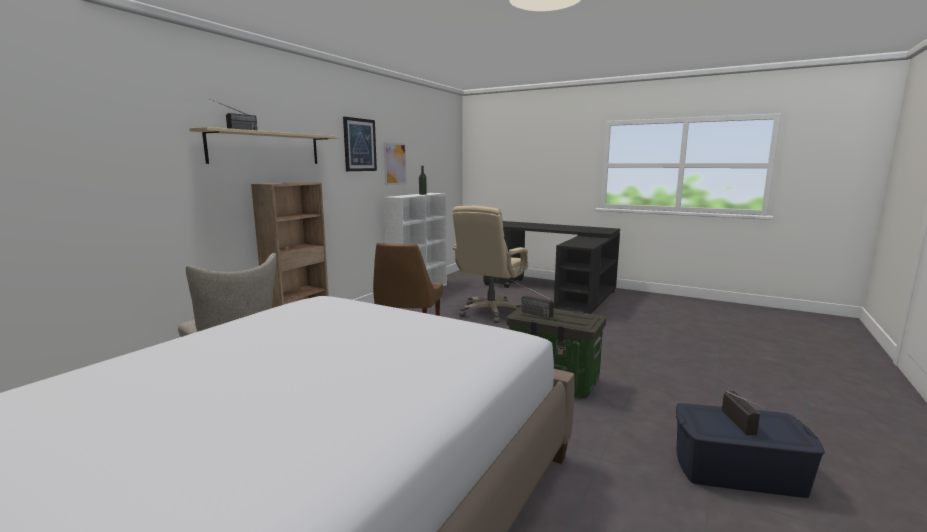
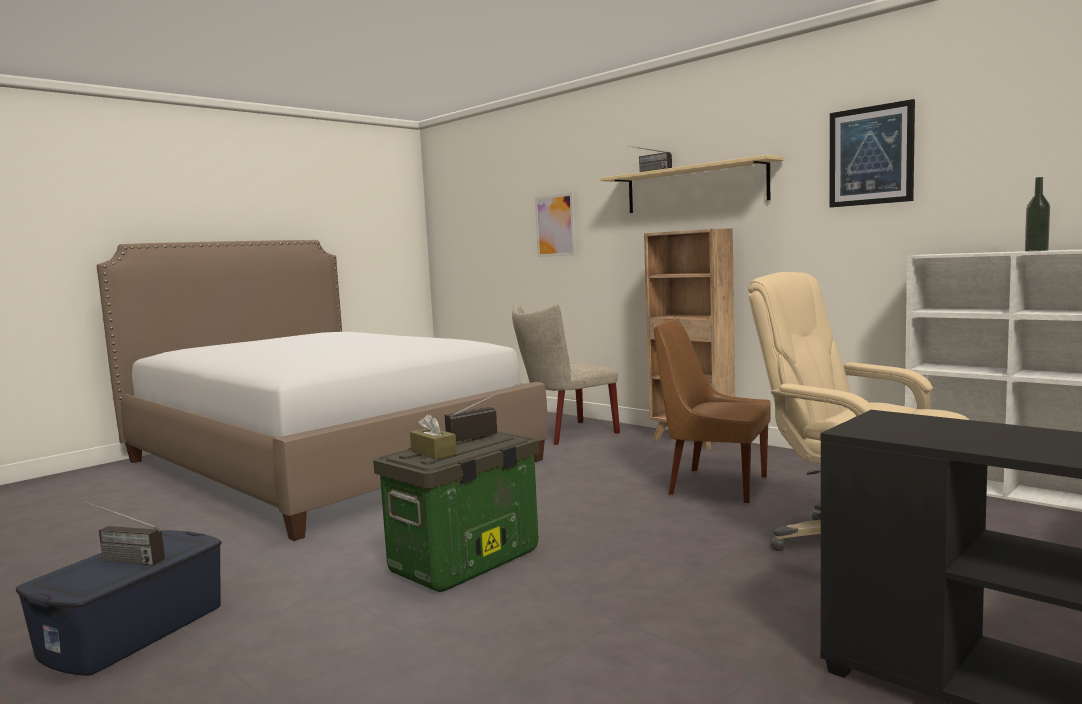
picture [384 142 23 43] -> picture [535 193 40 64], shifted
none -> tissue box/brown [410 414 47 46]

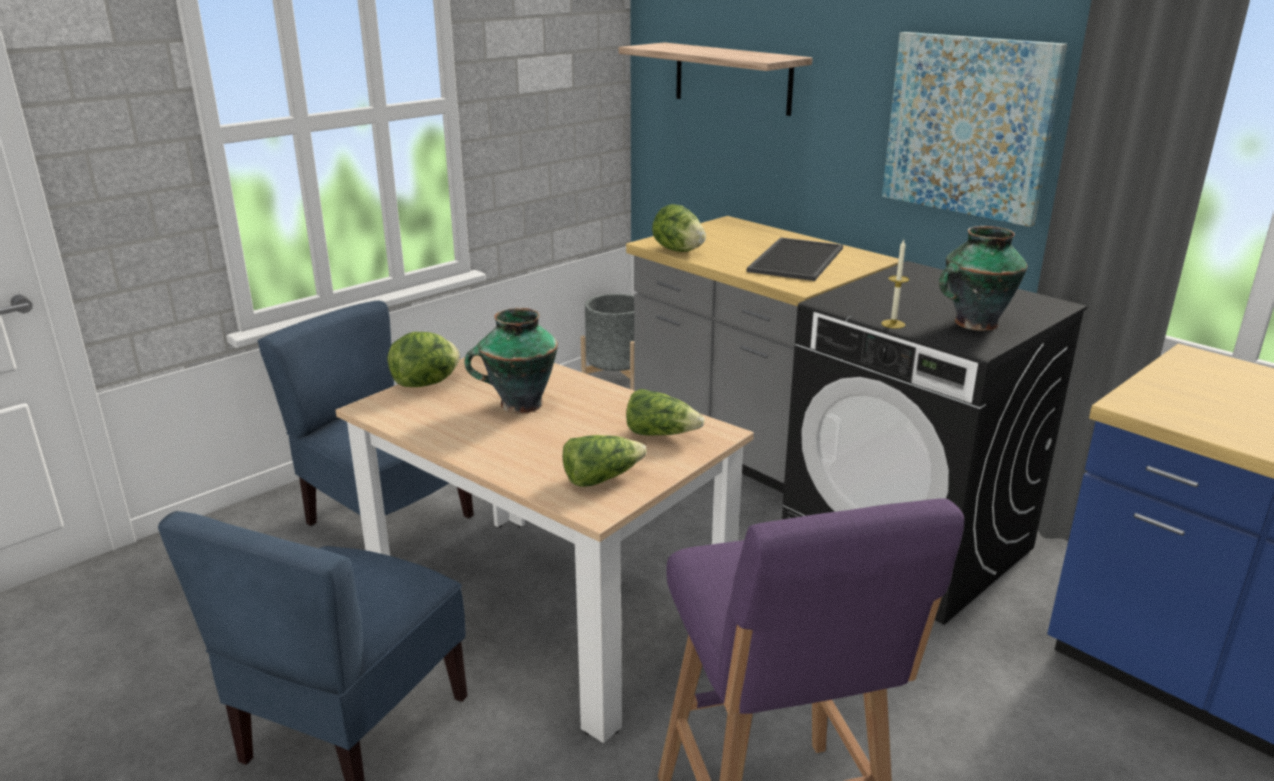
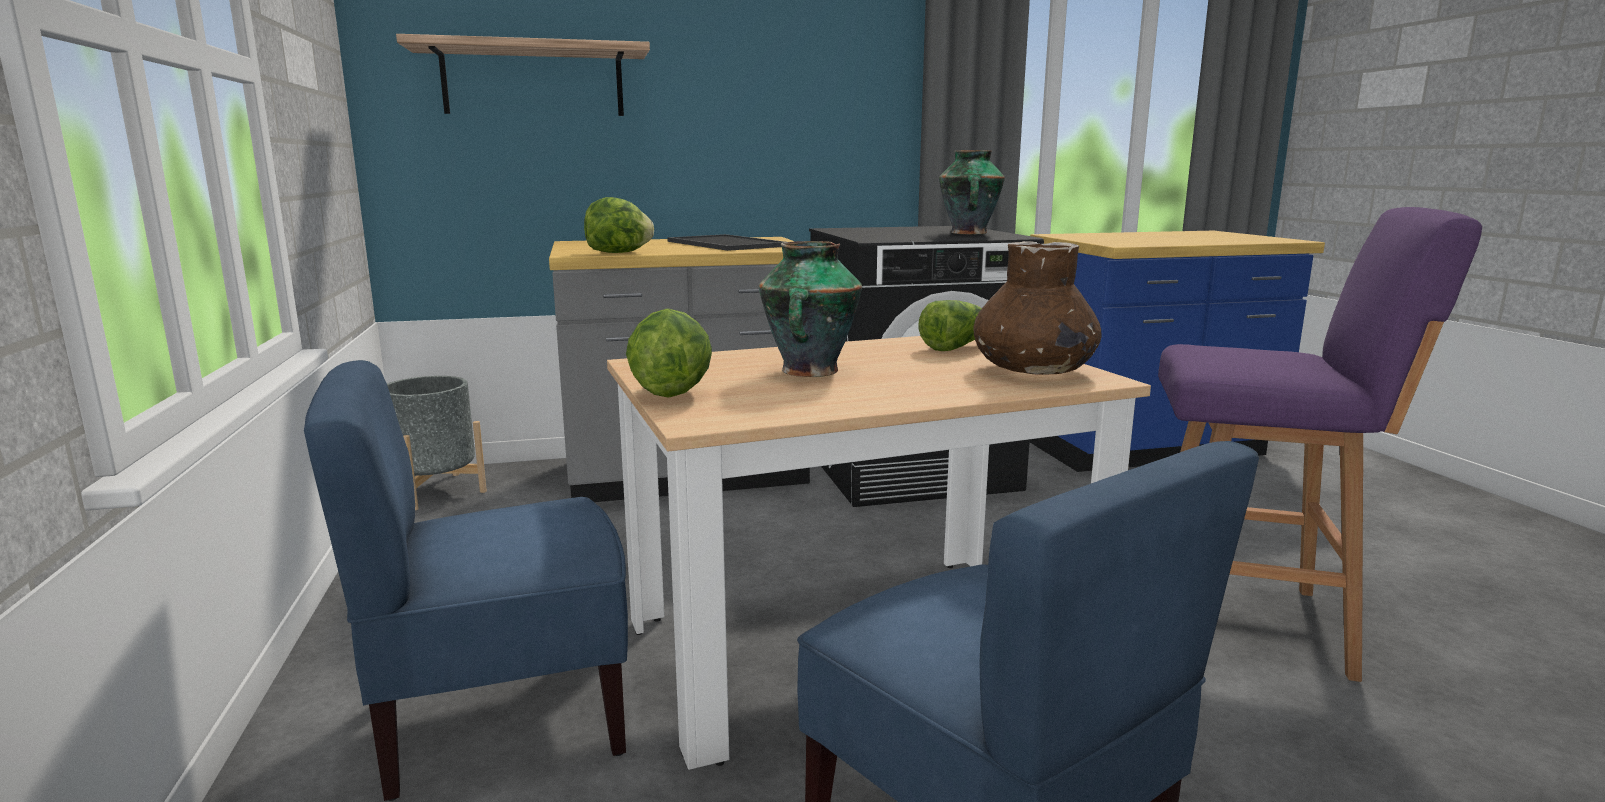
lettuce [563 435 84 52] -> vase/brown [973 241 129 134]
candle [881 239 28 90] -> none
picture [882 32 185 195] -> none

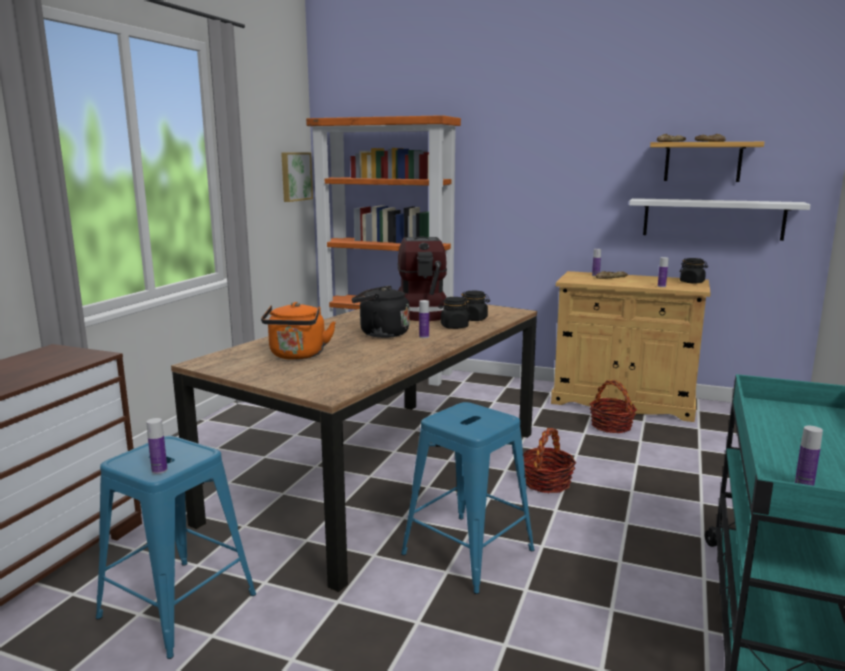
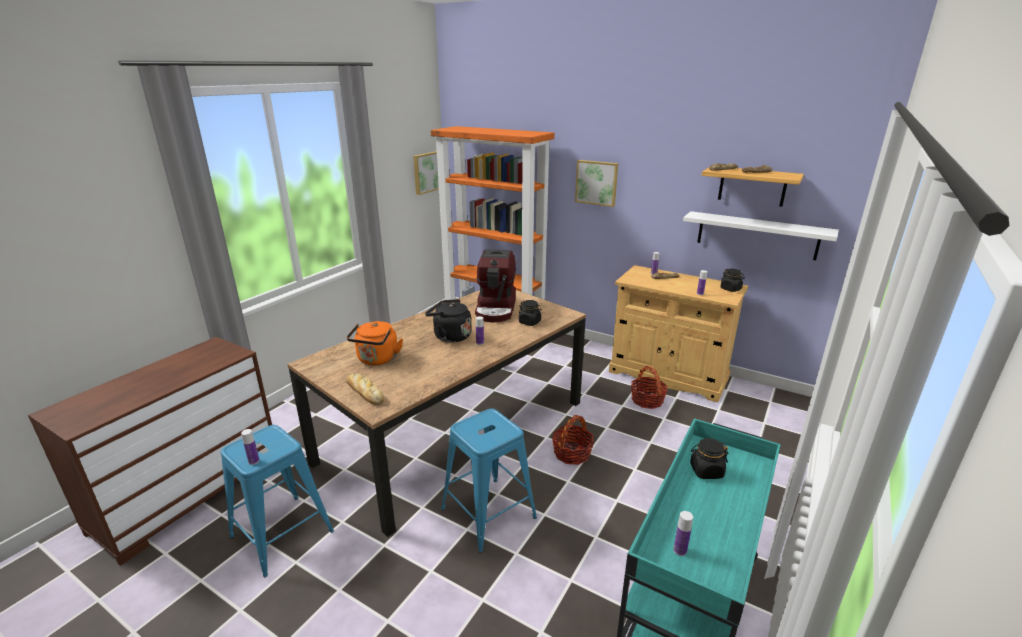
jar/black [438 297 33 32] -> jar/black [690 438 38 41], shifted
none -> bread [346 373 38 32]
none -> picture [575 160 43 47]

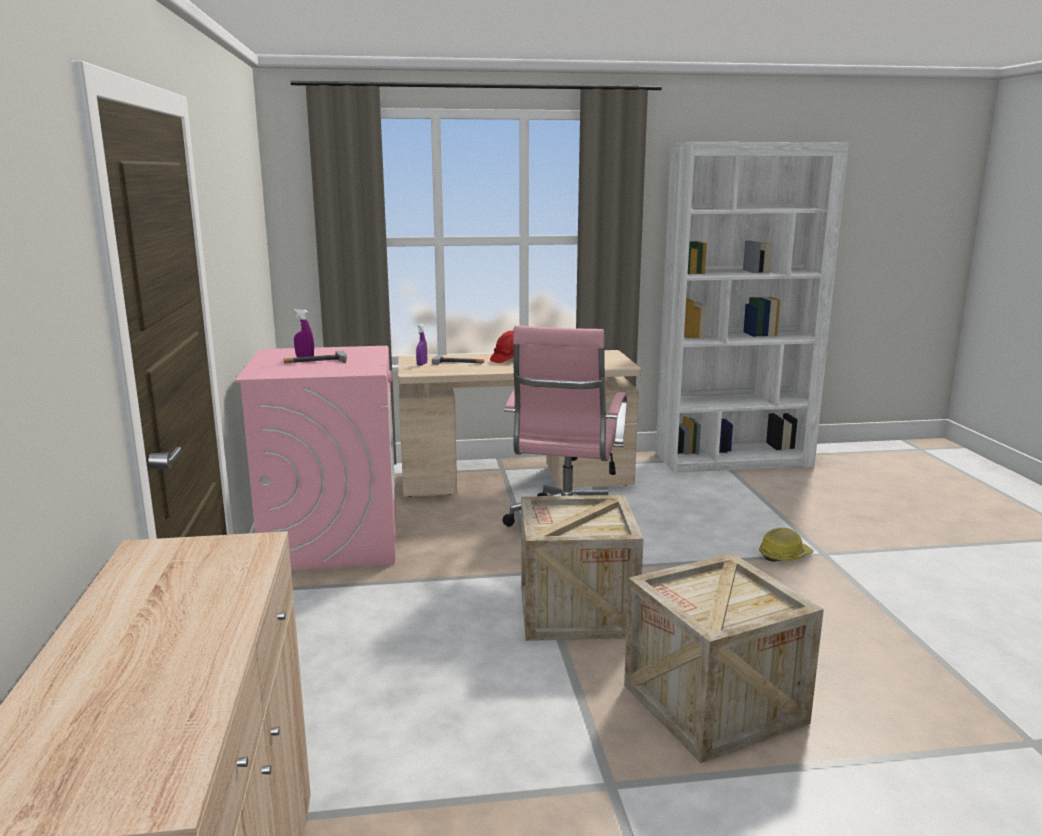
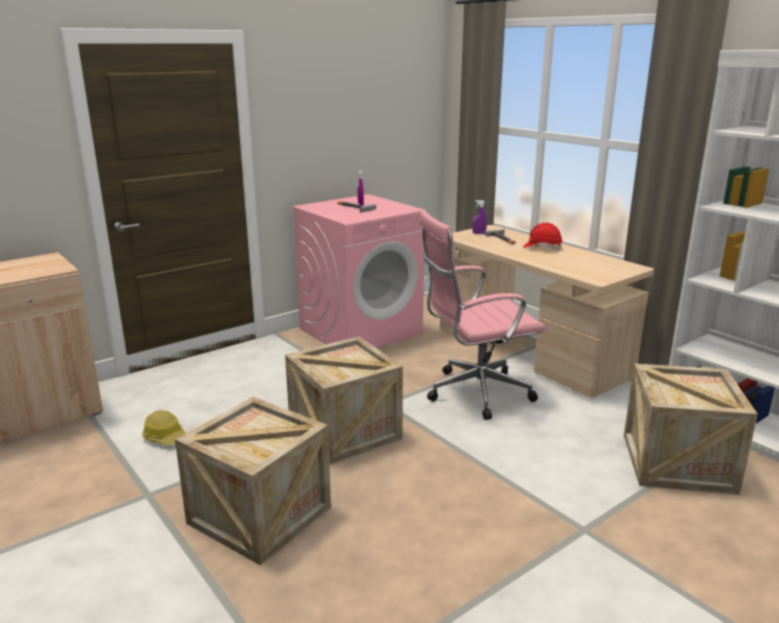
hard hat [759 528 55 34] -> hard hat [142 410 44 35], shifted
none -> crate [624 363 134 132]

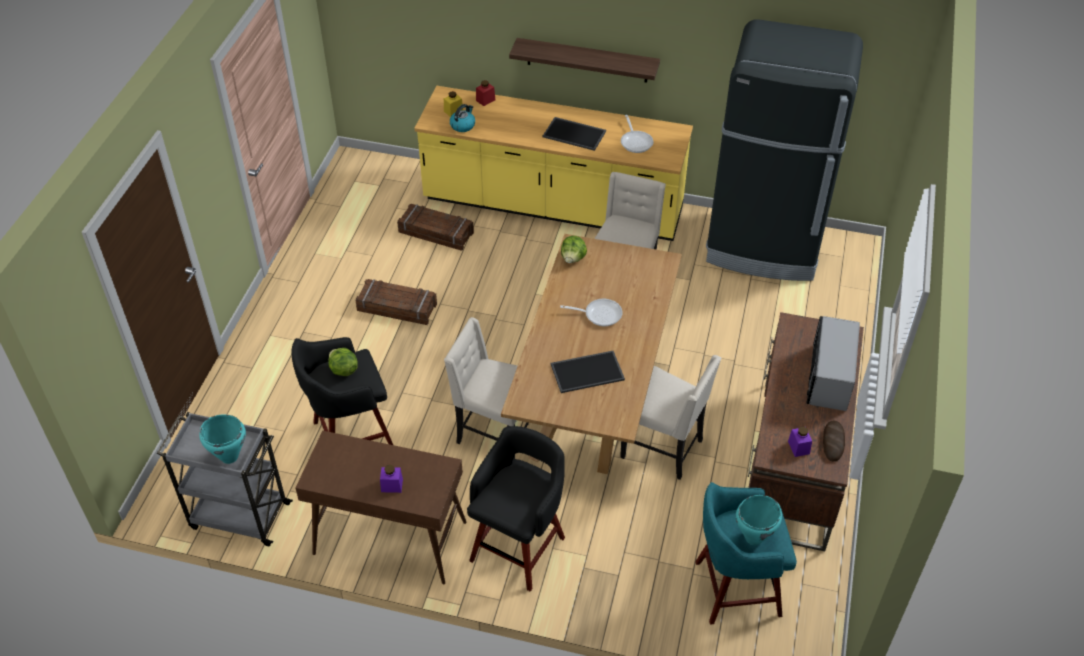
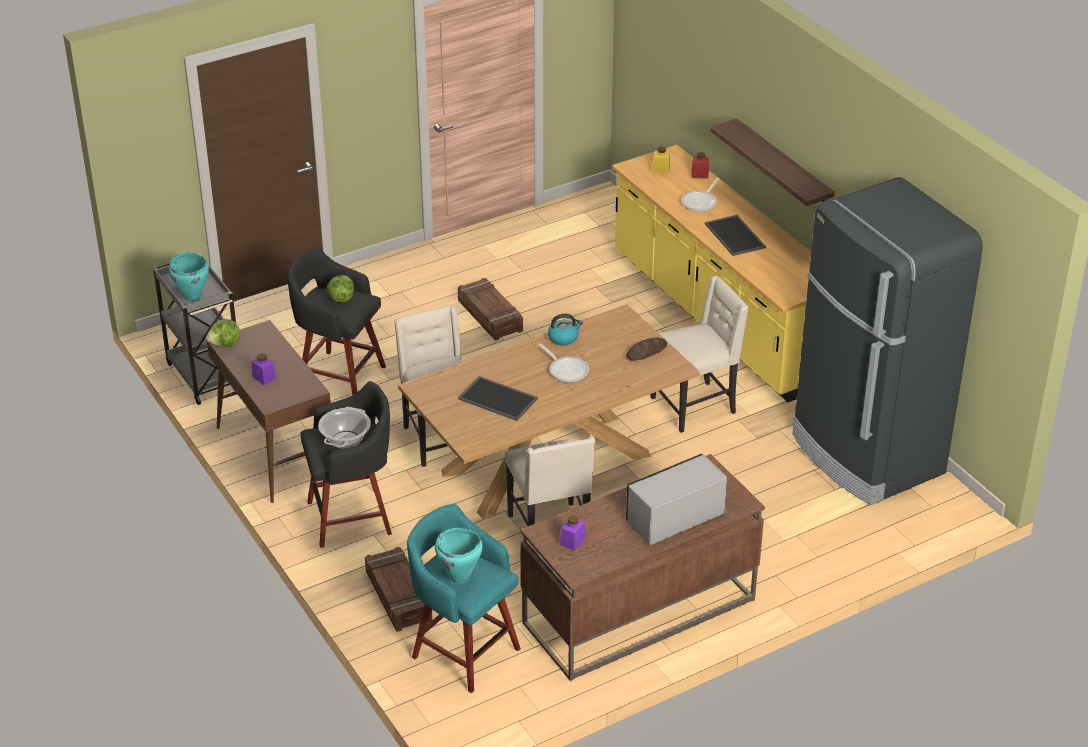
crate [397 204 77 47] -> crate [365 547 67 85], shifted
kettle [450 104 25 28] -> kettle [548 314 35 31], shifted
lettuce [561 236 26 27] -> lettuce [206 319 34 28], shifted
frying pan [621 115 32 38] -> frying pan [681 178 39 34], shifted
bread [823 420 22 41] -> bread [626 338 41 22], shifted
none -> cooking pot [318 407 53 42]

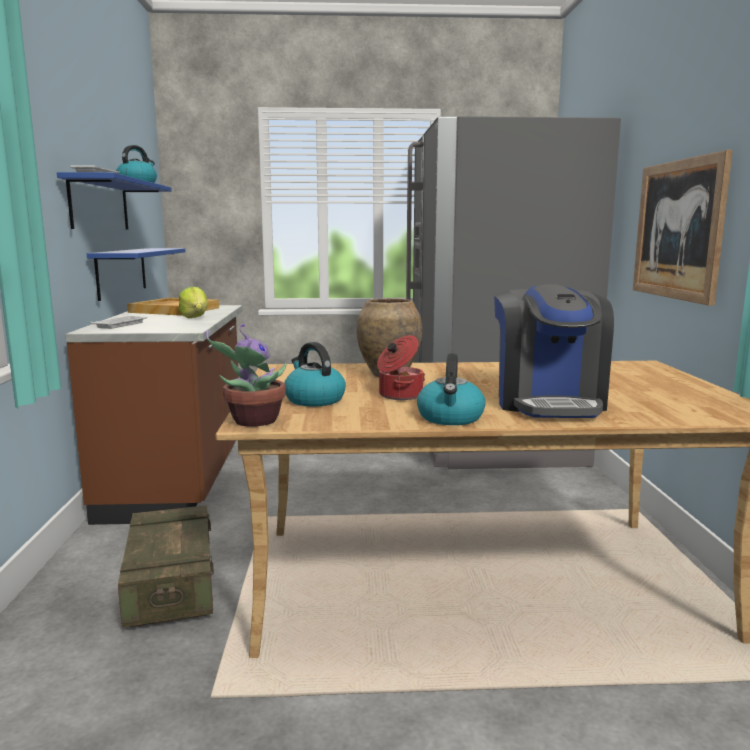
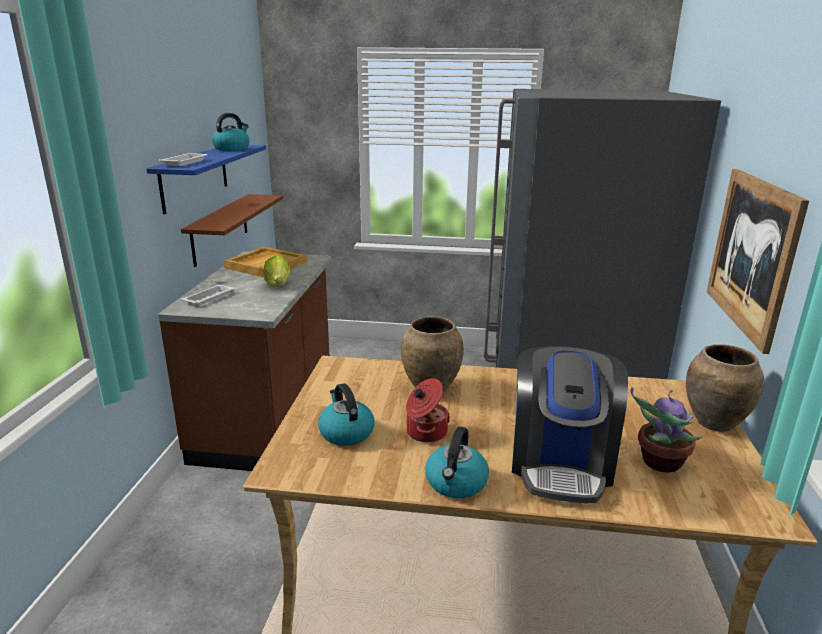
shelf/blue [87 248 99 53] -> shelf/brown [181 194 102 73]
crate [118 505 96 123] -> none
potted plant [205 324 82 103] -> potted plant [630 387 73 86], shifted
none -> vase/brown [686 344 78 88]

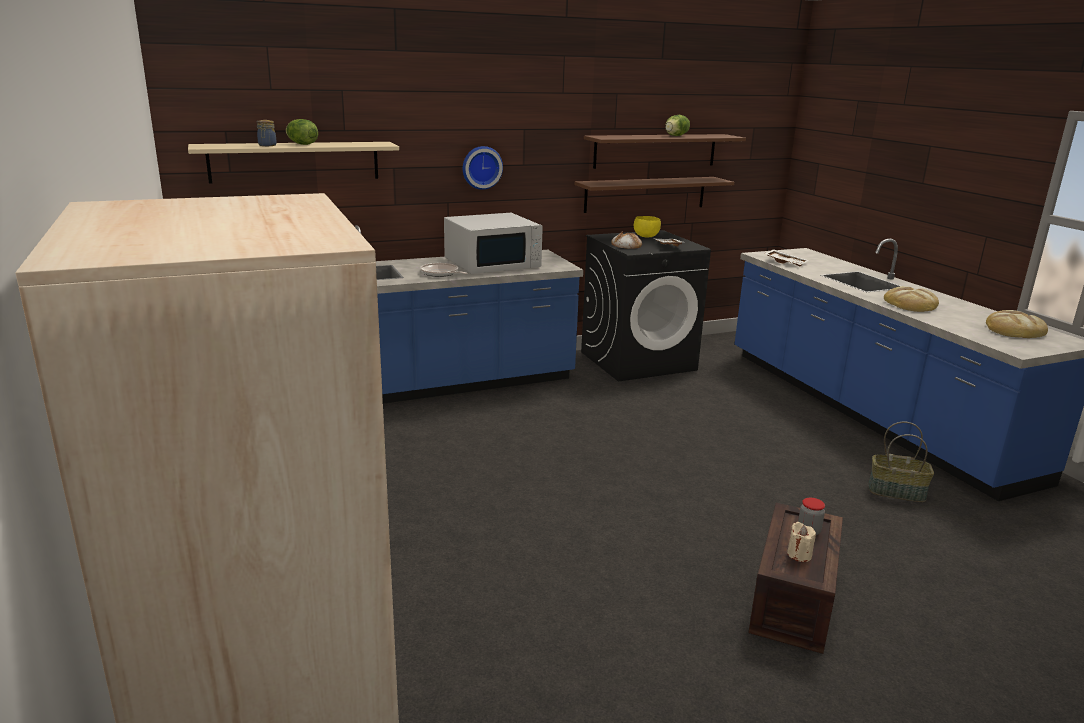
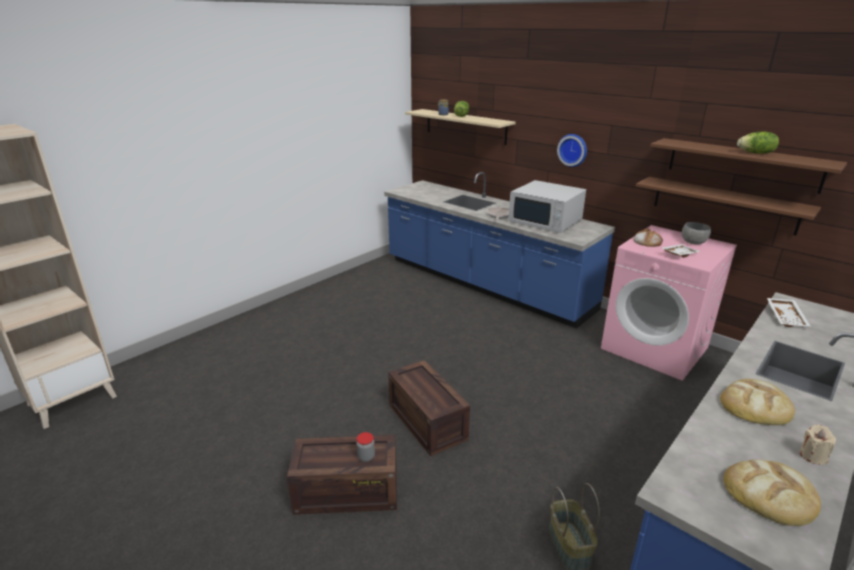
washing machine/black [581 230 130 152] -> washing machine/pink [601 225 136 156]
bowl/yellow [634 216 27 21] -> bowl/grey [682 222 29 23]
candle/beige [787 522 29 40] -> candle/beige [800 425 36 40], shifted
none -> crate [388 360 82 96]

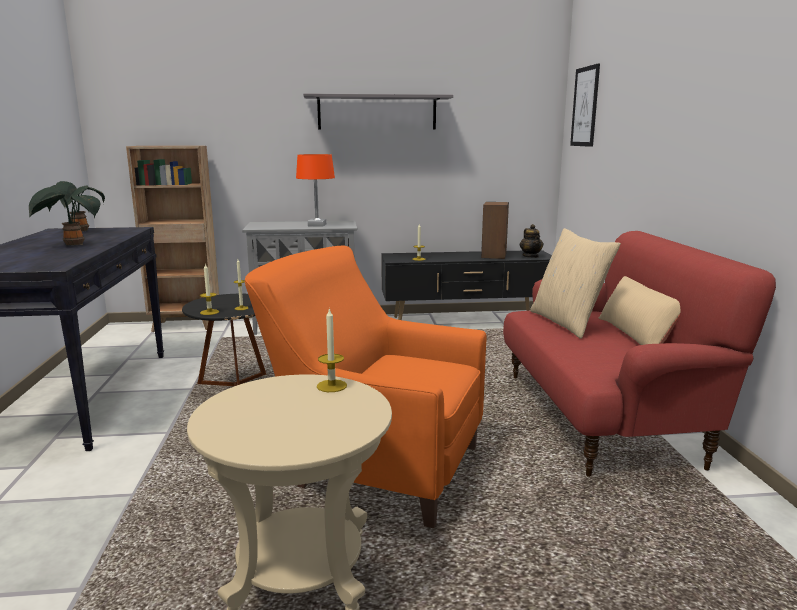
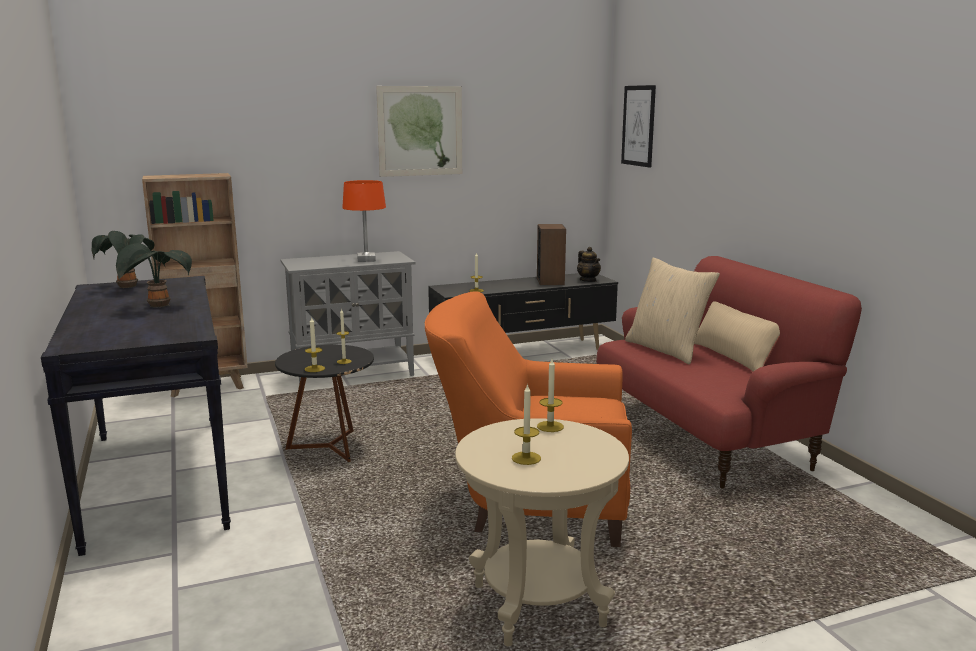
shelf/grey [303 94 150 36] -> picture [376 86 86 91]
none -> candle [512 383 29 82]

